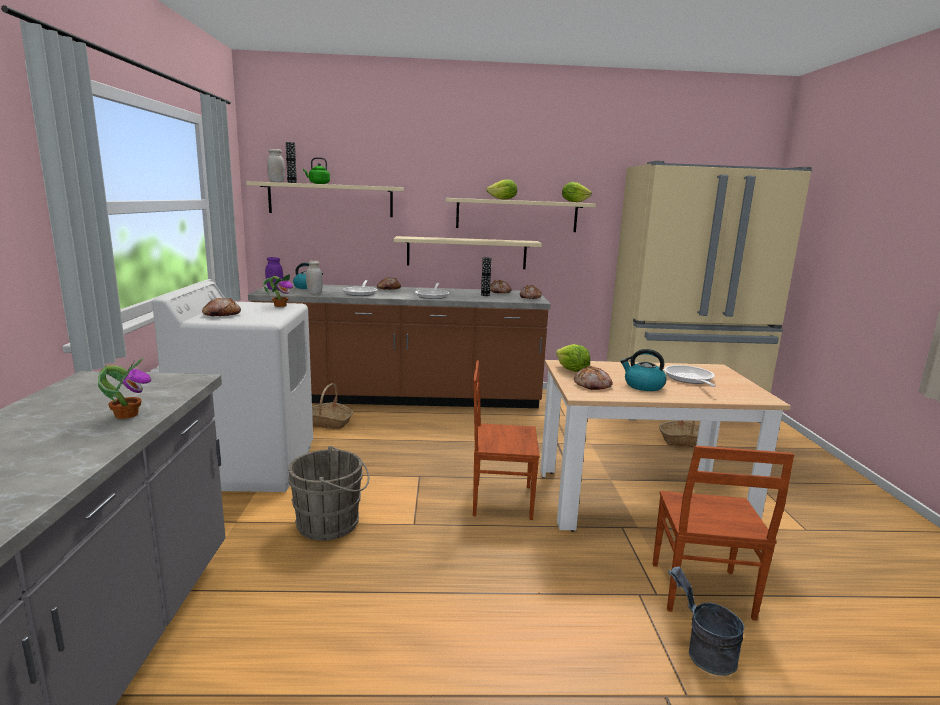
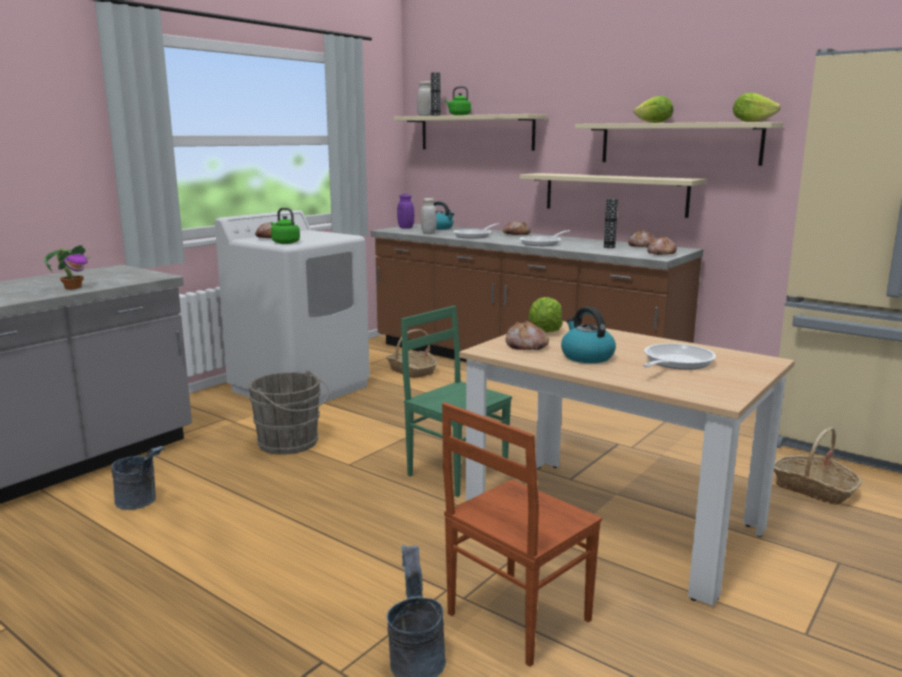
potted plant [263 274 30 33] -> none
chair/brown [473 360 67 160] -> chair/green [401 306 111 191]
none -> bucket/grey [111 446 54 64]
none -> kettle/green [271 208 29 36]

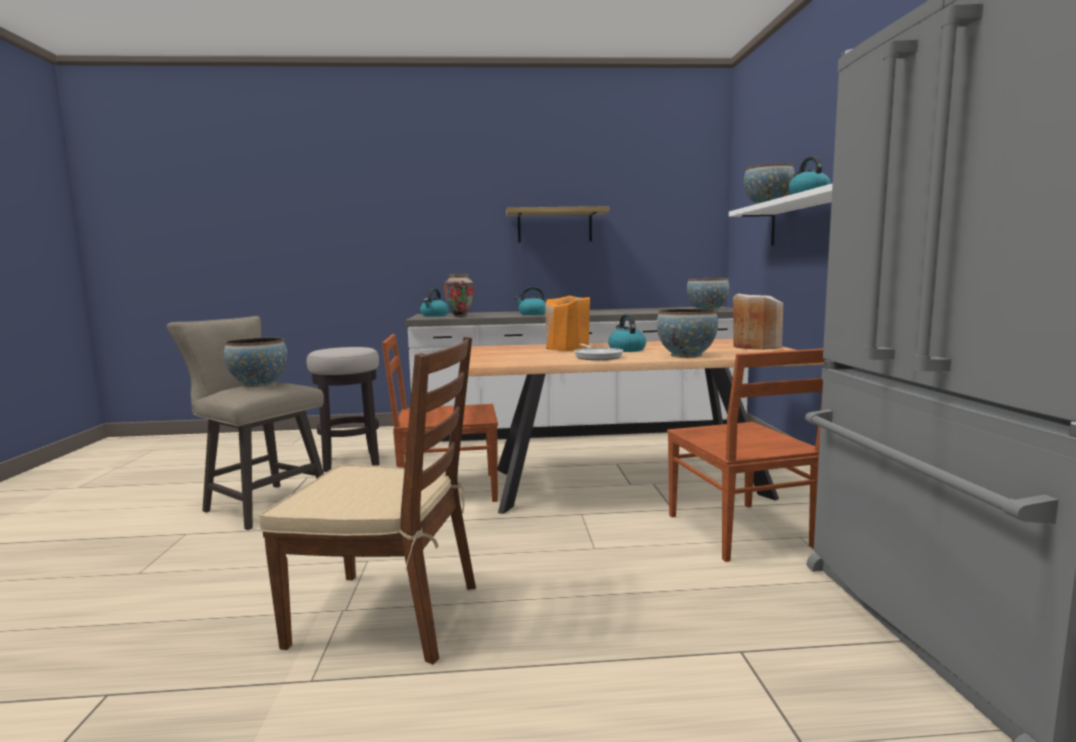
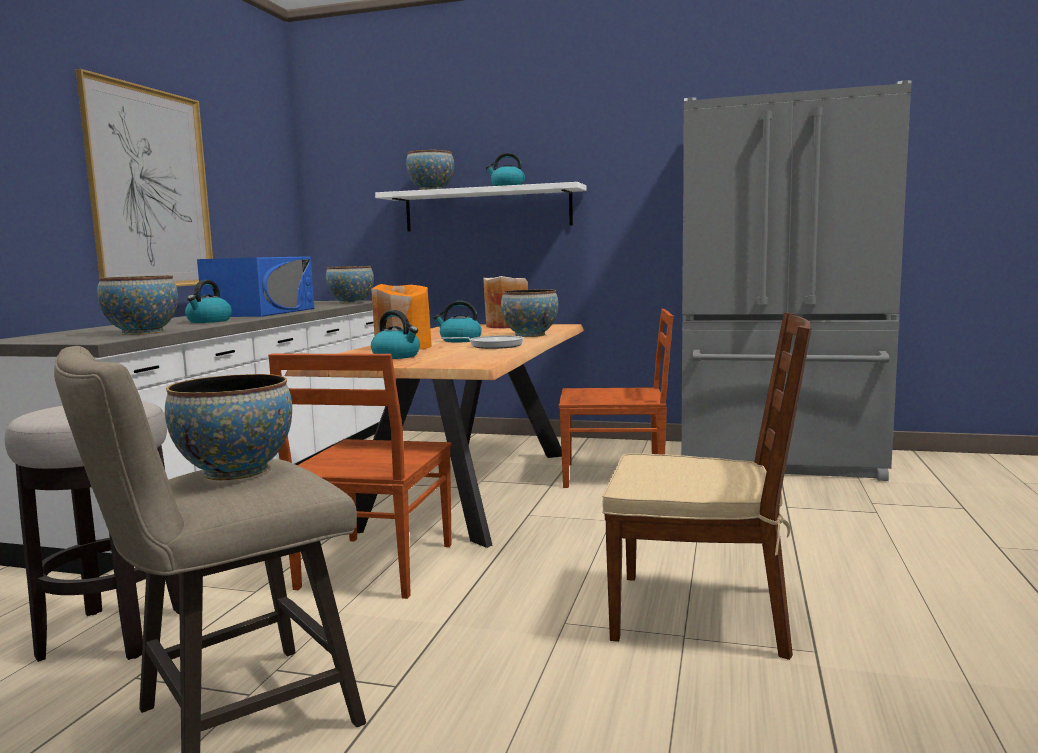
chair/brown [259 337 217 327] -> chair/brown [602 312 210 348], 75 degrees clockwise
kettle [420 289 29 27] -> kettle [371 310 49 49], shifted
vase [444 274 30 43] -> bowl [97 276 81 59]
shelf [506 206 104 37] -> picture [76 69 137 218]
none -> microwave/blue [197 256 117 61]

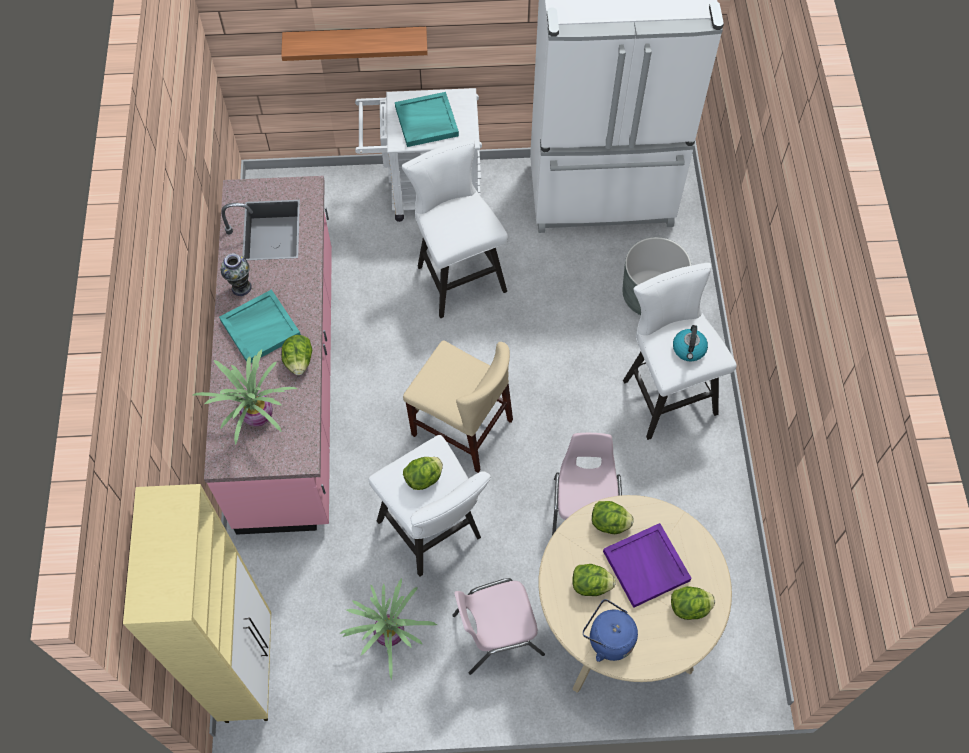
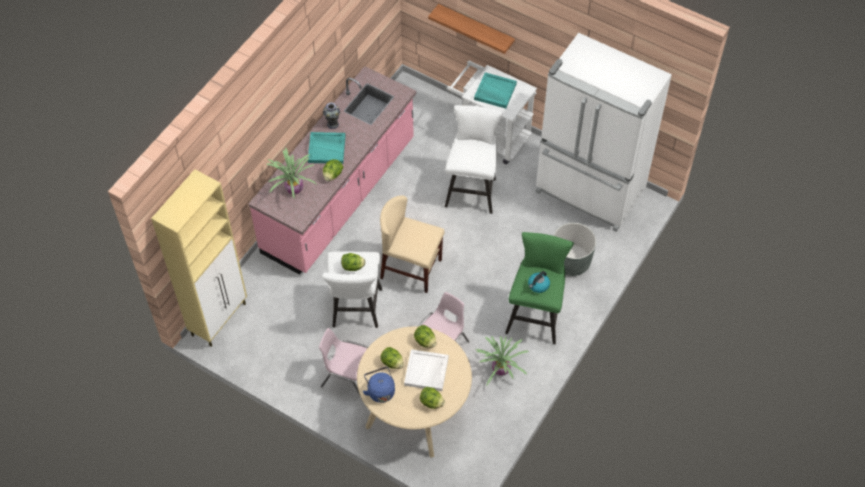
potted plant [339 578 98 103] -> potted plant [475 336 54 50], shifted
chair/beige [403 340 110 133] -> chair/beige [380 195 64 98], 135 degrees clockwise
tray/purple [603 523 89 85] -> tray/white [404 349 45 42]
stool/white [623 263 114 177] -> stool/green [505 232 69 112]

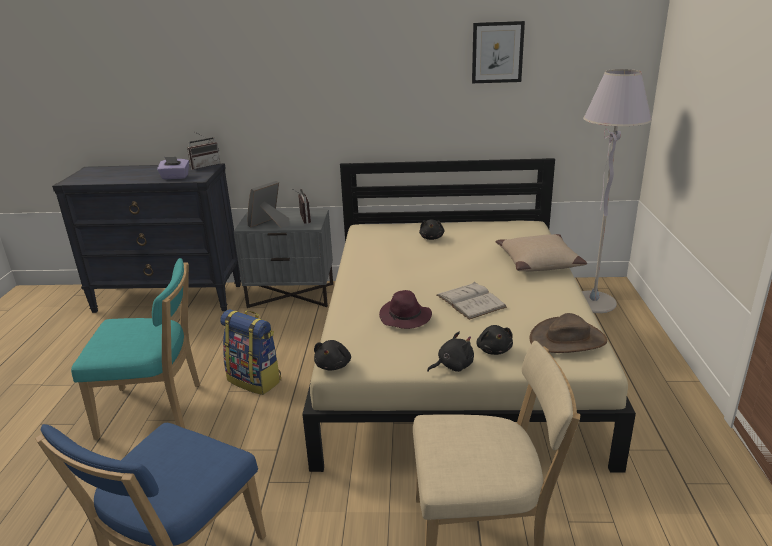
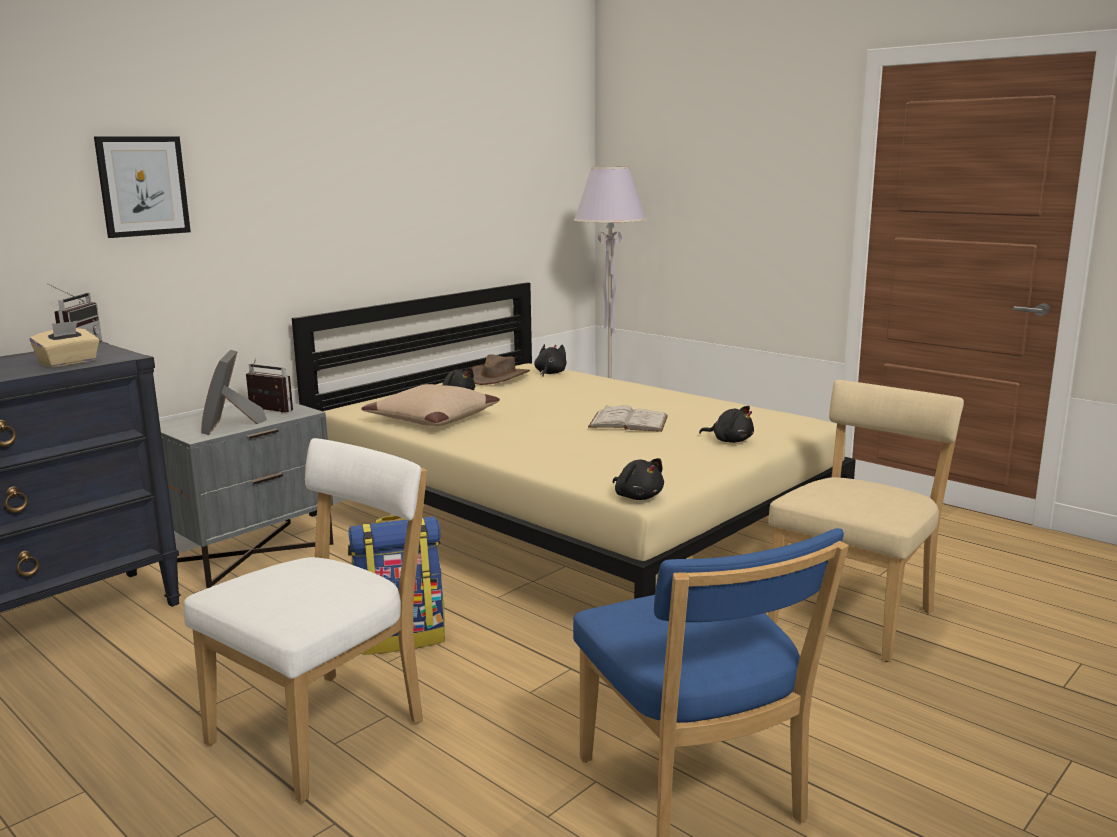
chair/turquoise [71 258 129 182] -> chair/white [184 438 243 365]
tissue box/purple [157 157 32 22] -> tissue box/beige [30 321 69 47]
hat/purple [379 290 53 39] -> none
plush toy/black [427 332 47 40] -> plush toy/black [534 344 33 32], shifted
picture [472 21 53 62] -> picture [94 136 97 102], shifted
pillow/beige [495 234 92 38] -> pillow/beige [361 384 139 42], shifted
hat/brown [529 313 78 40] -> hat/brown [471 354 59 31], shifted

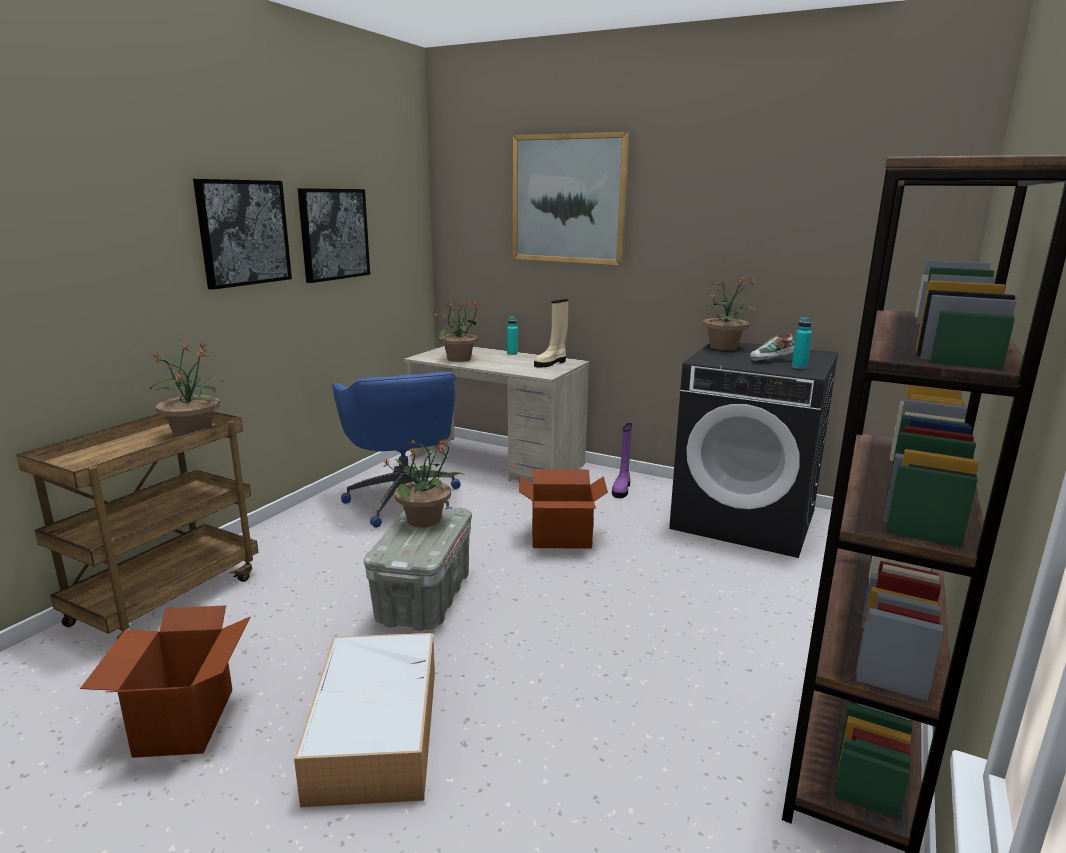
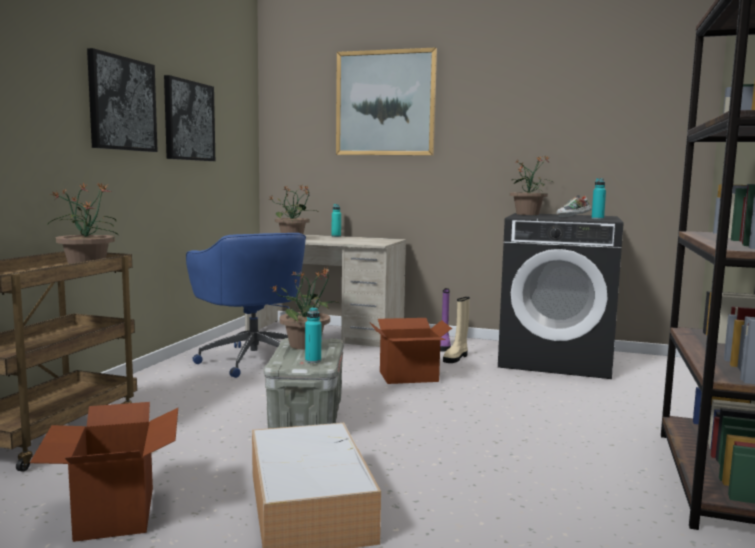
boot/beige [534 299 34 69] -> boot/beige [443 297 27 66], shifted
none -> bottle/turquoise [305 307 16 56]

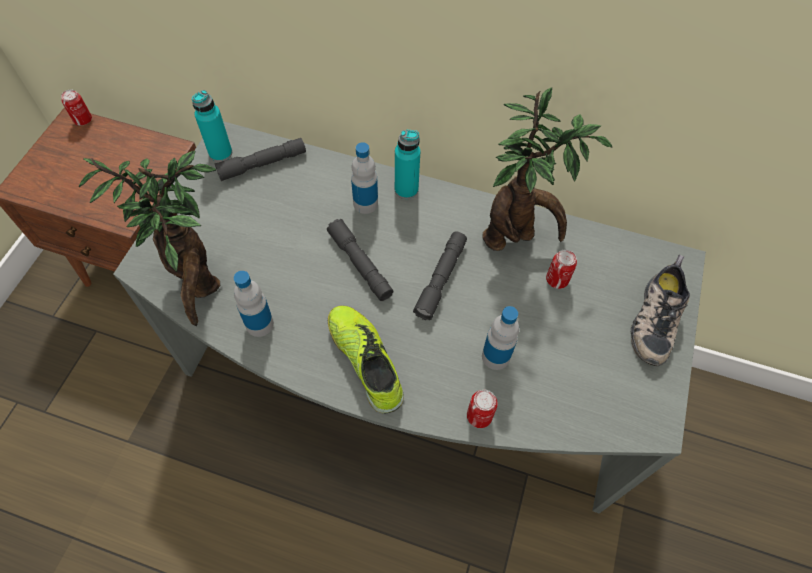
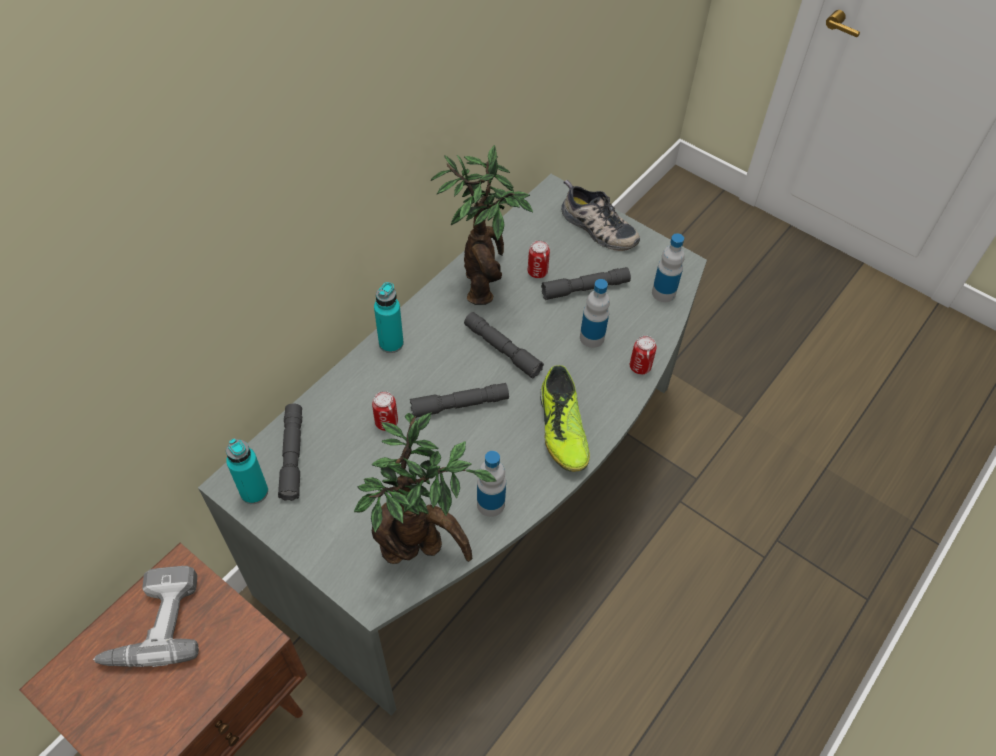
can [61 90 31 36] -> can [372 391 26 40], shifted
shoe [328 305 76 109] -> shoe [540 365 50 107], 90 degrees counterclockwise
bottle [351 142 27 72] -> bottle [652 233 33 69], shifted
none -> power drill [93 566 106 101]
none -> flashlight/grey [541 267 90 33]

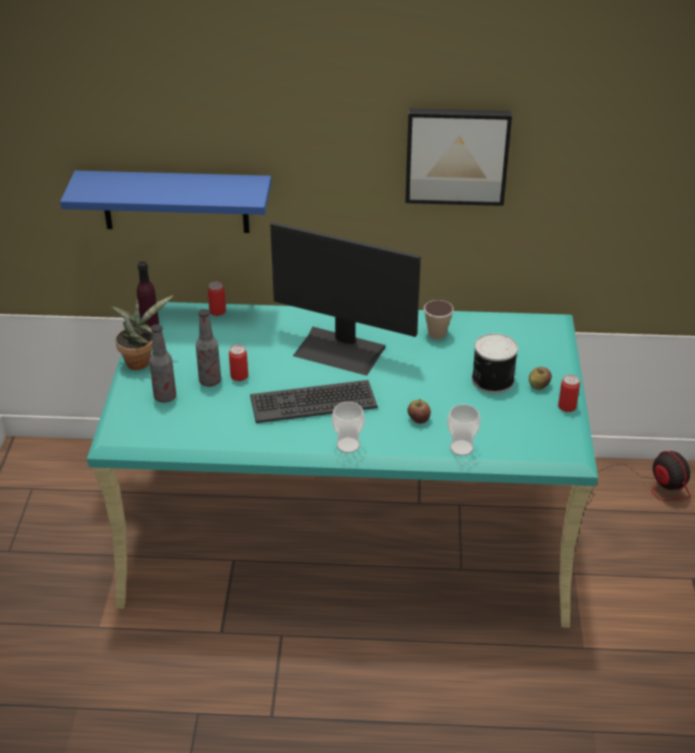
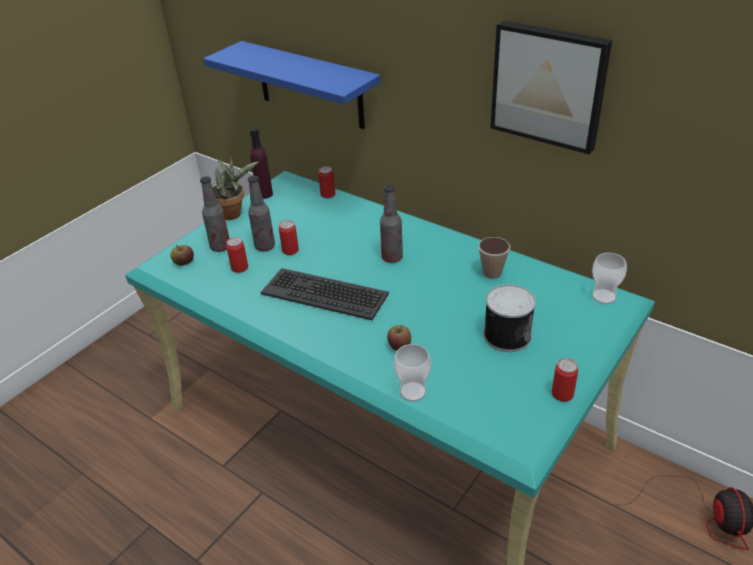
monitor [270 222 151 154] -> bottle [380 185 23 78]
cup [332 402 33 51] -> cup [592 253 35 51], shifted
apple [529 367 23 23] -> apple [170 245 24 21], shifted
none -> can [226 237 22 36]

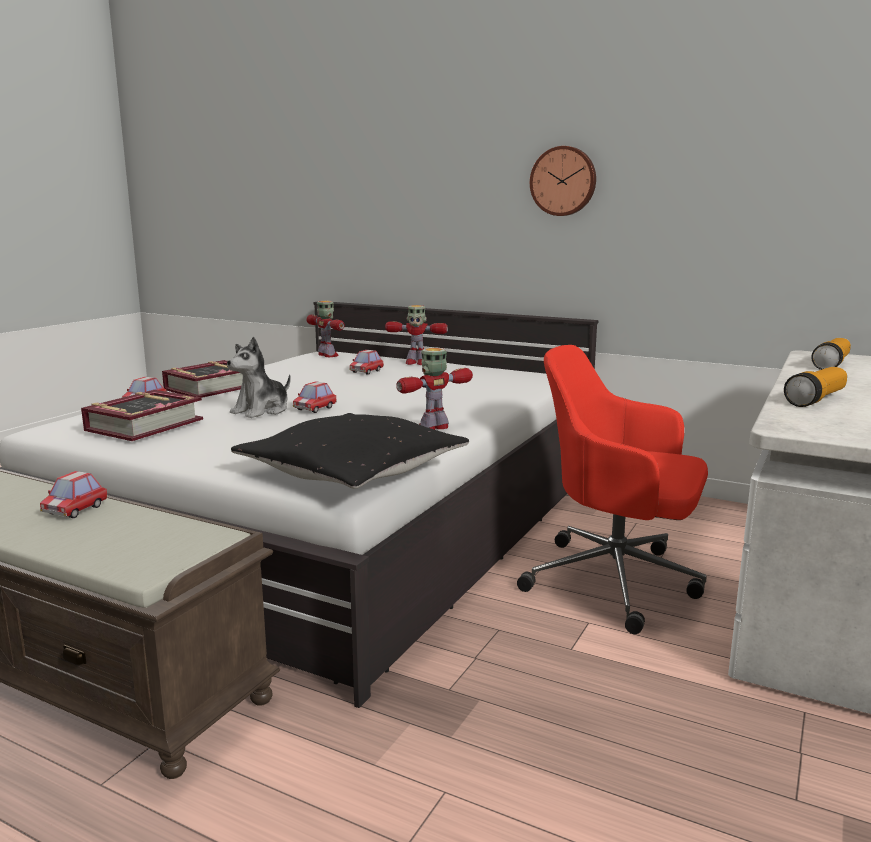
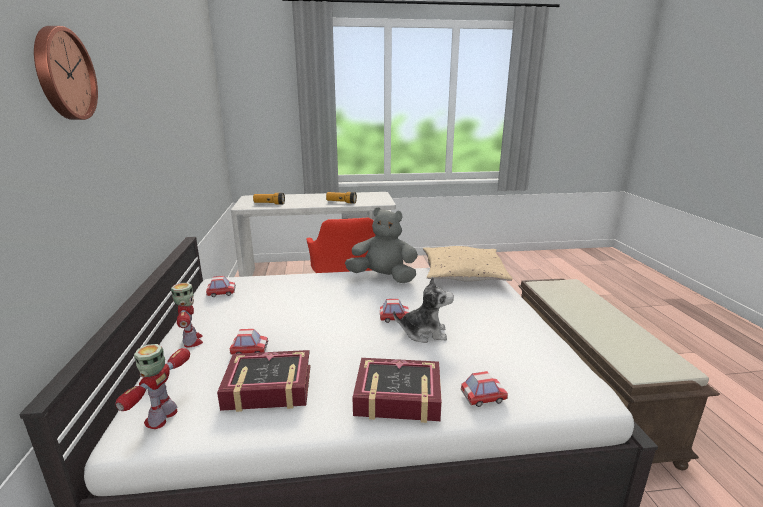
toy car [40 471 68 47] -> toy car [206 276 30 21], shifted
book [81 390 122 51] -> book [217 350 94 62], shifted
pillow/black [231 413 238 76] -> pillow/beige [423 246 90 36]
toy robot [396 348 77 82] -> plush toy/grey [345 207 73 76]
wall clock [530 146 66 70] -> wall clock [34 26 64 94], shifted

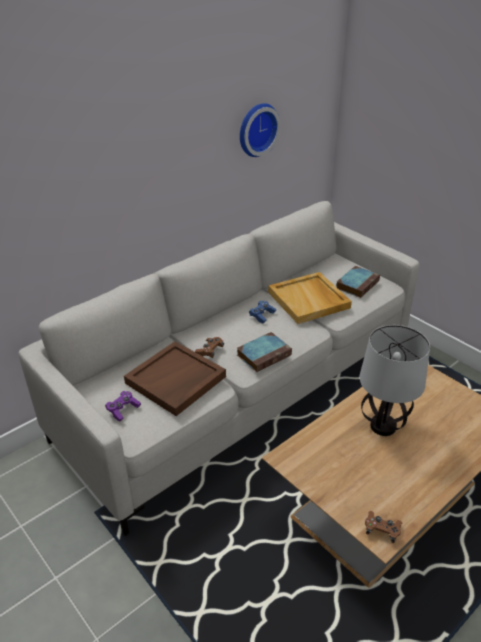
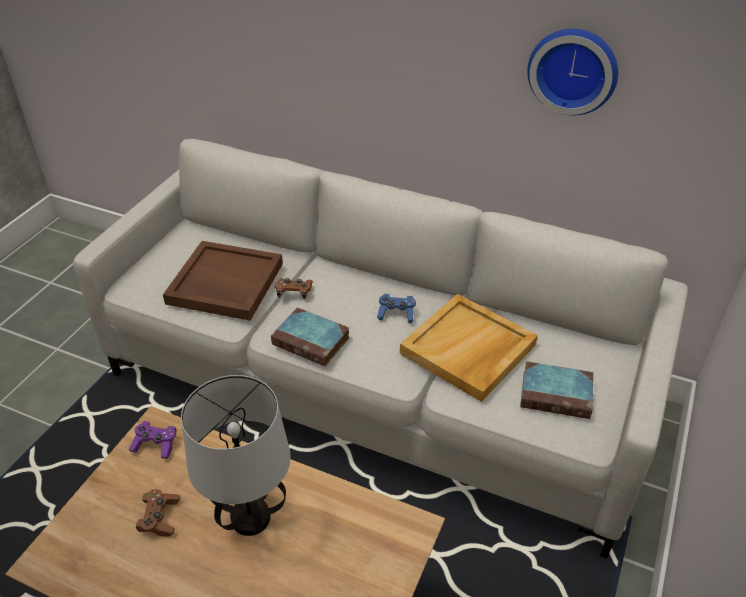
game controller/purple [105 391 36 31] -> game controller/purple [129 421 48 38], shifted
game controller/brown [365 511 38 32] -> game controller/brown [136 489 44 48], shifted

